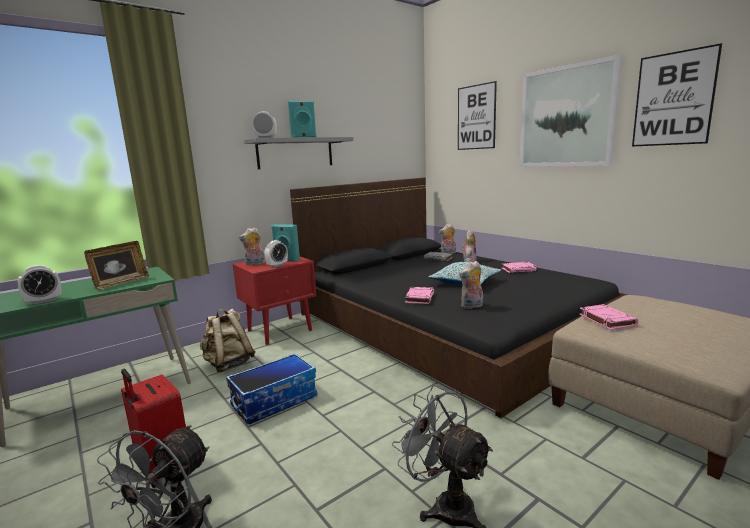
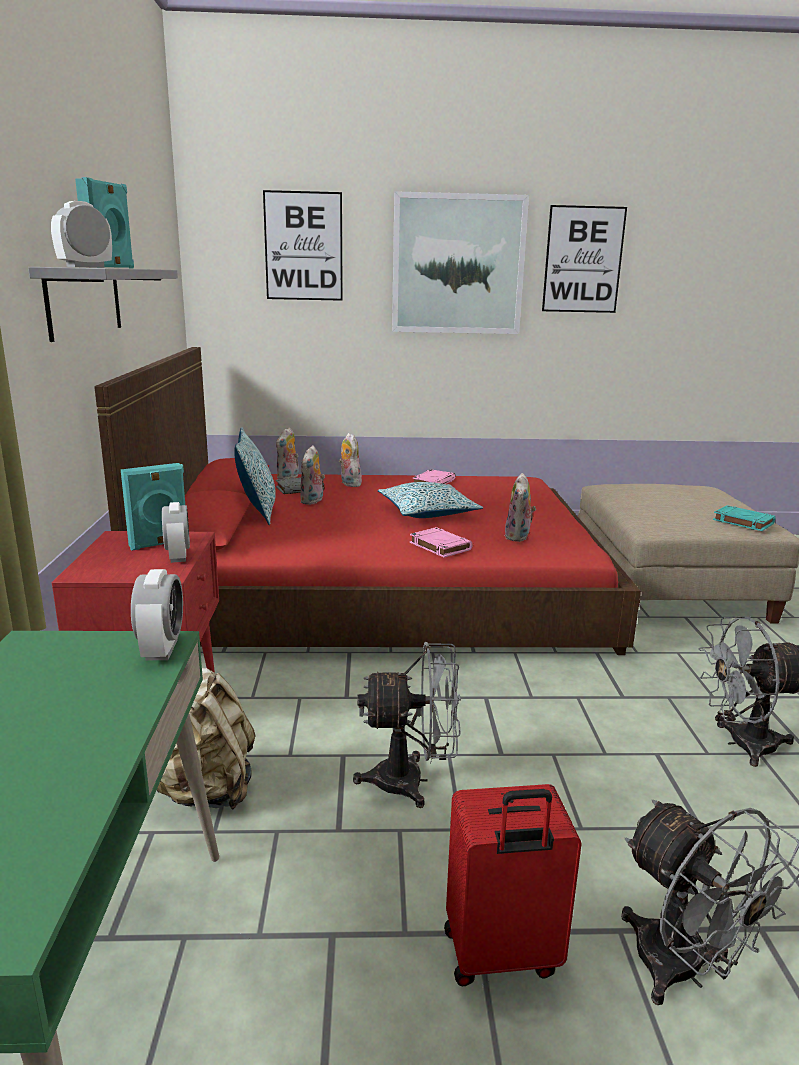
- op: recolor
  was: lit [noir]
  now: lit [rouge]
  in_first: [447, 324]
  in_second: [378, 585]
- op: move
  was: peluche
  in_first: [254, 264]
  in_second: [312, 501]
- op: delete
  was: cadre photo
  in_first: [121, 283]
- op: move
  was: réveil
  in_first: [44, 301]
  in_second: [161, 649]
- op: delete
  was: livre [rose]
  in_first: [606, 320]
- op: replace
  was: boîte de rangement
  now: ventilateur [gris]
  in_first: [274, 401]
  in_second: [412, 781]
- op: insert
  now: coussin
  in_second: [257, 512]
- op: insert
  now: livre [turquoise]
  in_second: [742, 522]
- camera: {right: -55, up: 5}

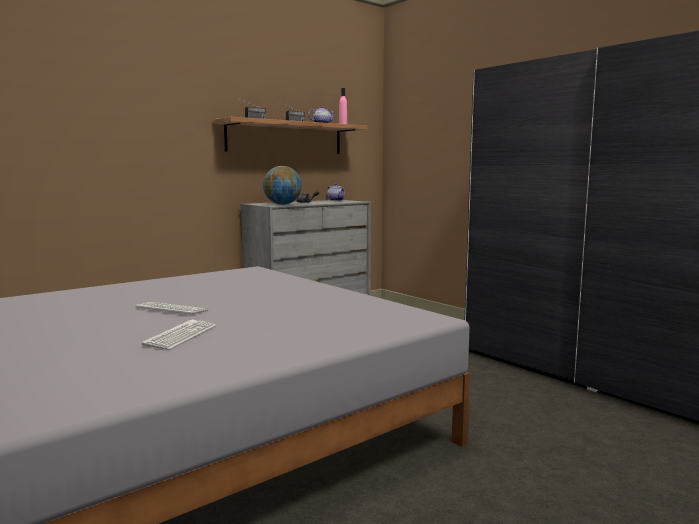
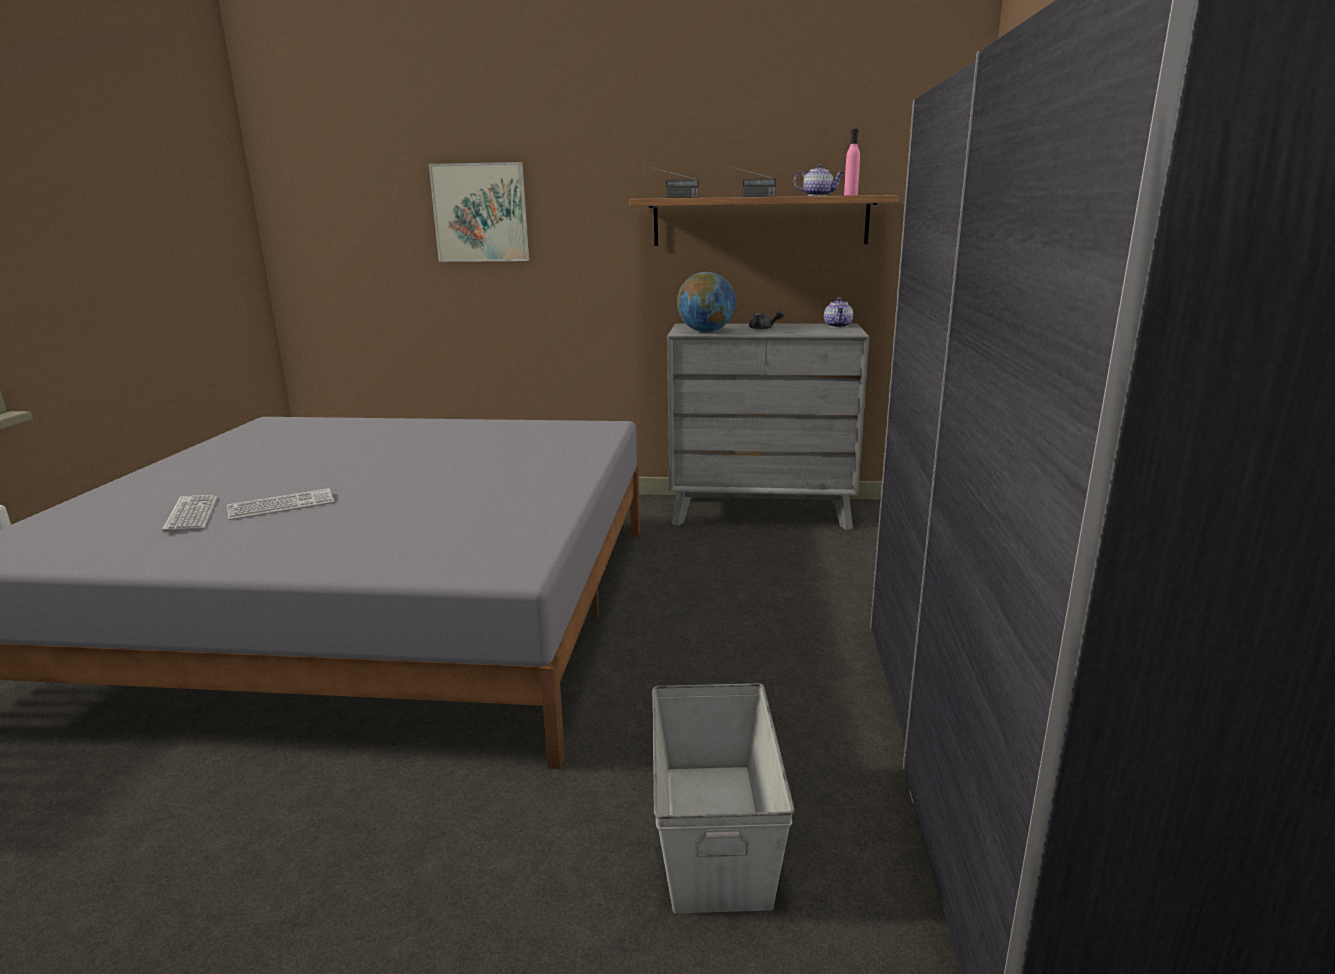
- op: move
  was: clavier
  in_first: [171, 309]
  in_second: [192, 514]
- op: insert
  now: tableau
  in_second: [480, 213]
- op: insert
  now: boîte de rangement [gris]
  in_second: [715, 831]
- camera: {right: 45, up: 10}

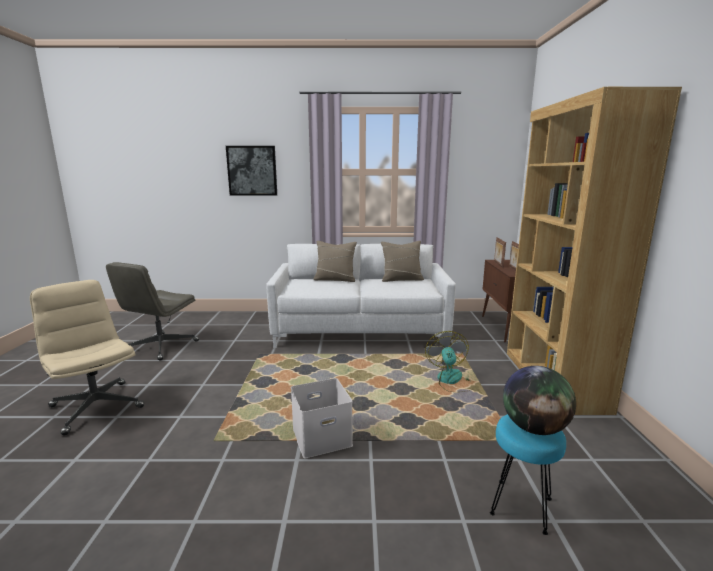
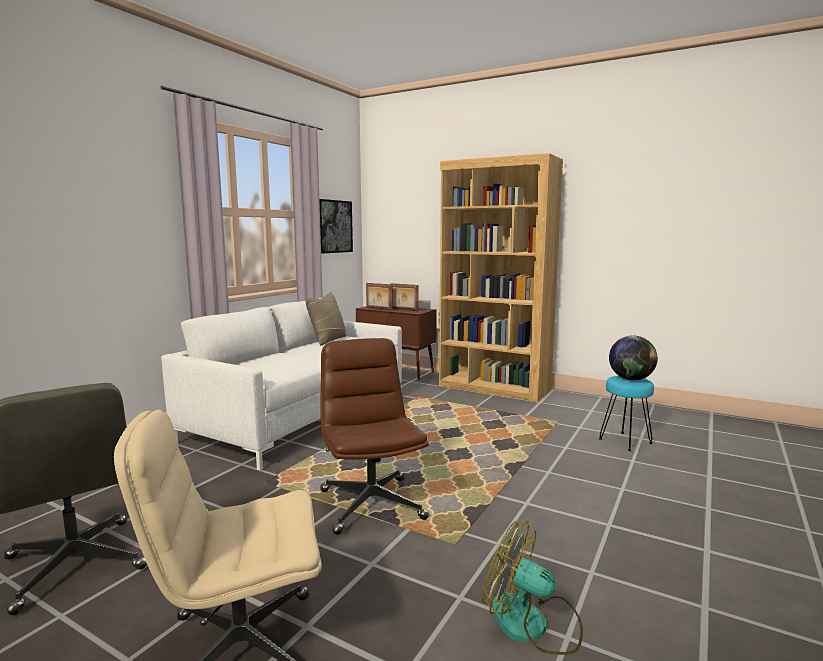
- op: move
  was: tableau
  in_first: [252, 170]
  in_second: [334, 226]
- op: delete
  was: coussin [beige]
  in_first: [335, 279]
- op: move
  was: ventilateur
  in_first: [452, 381]
  in_second: [532, 624]
- op: delete
  was: boîte de rangement [blanc]
  in_first: [321, 438]
- op: insert
  now: chaise de bureau [marron]
  in_second: [371, 503]
- camera: {right: -60, up: -5}

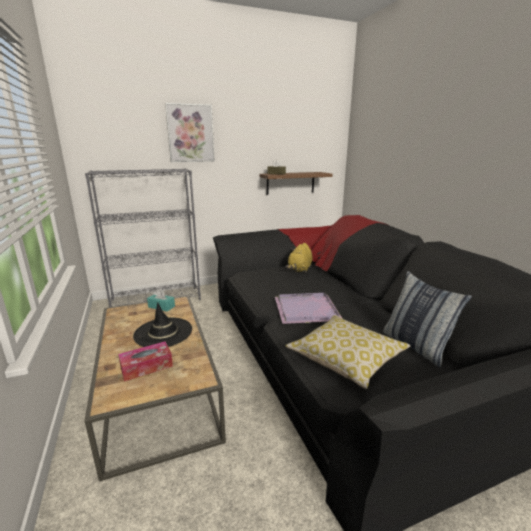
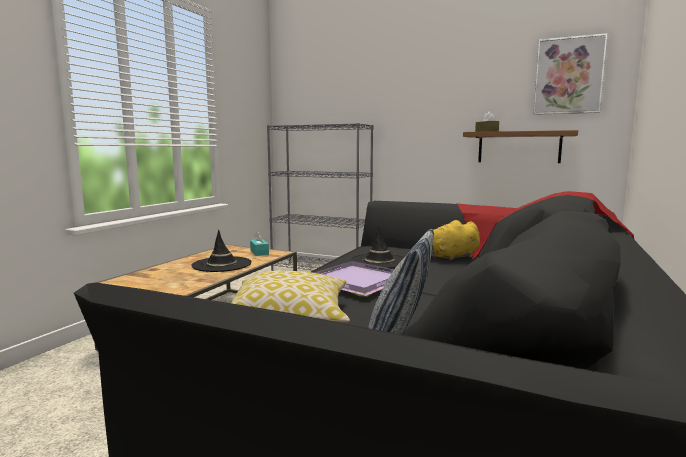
- op: move
  was: tableau
  in_first: [190, 133]
  in_second: [568, 76]
- op: delete
  was: boîte à mouchoirs
  in_first: [146, 366]
- op: insert
  now: chapeau [noir]
  in_second: [379, 261]
- camera: {right: 45, up: -10}

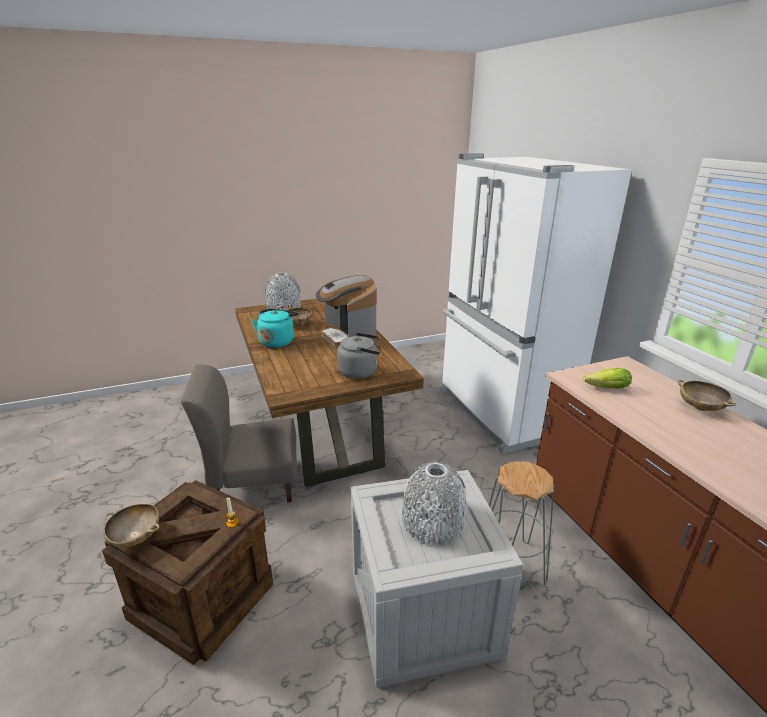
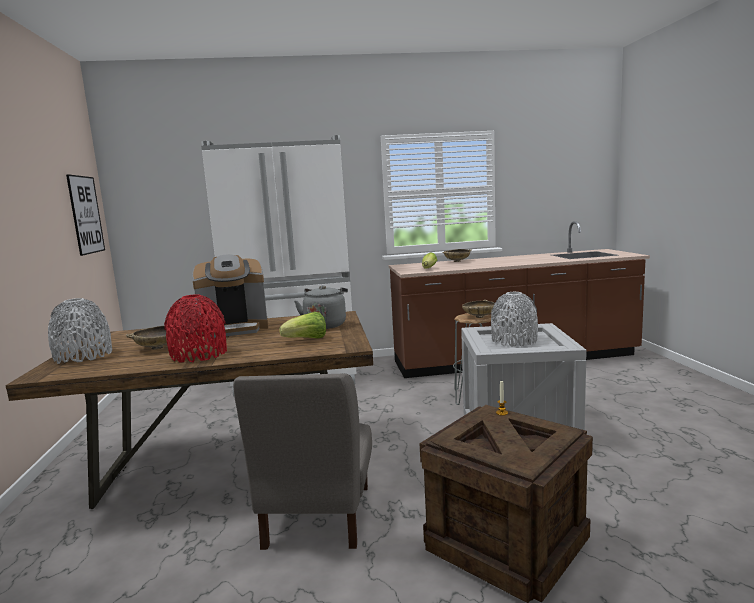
- op: replace
  was: bouilloire [turquoise]
  now: vase [rouge]
  in_first: [277, 341]
  in_second: [199, 354]
- op: move
  was: bol [beige]
  in_first: [136, 537]
  in_second: [479, 317]
- op: insert
  now: tableau
  in_second: [86, 215]
- op: insert
  now: laitue
  in_second: [307, 339]
- camera: {right: -75, up: -15}

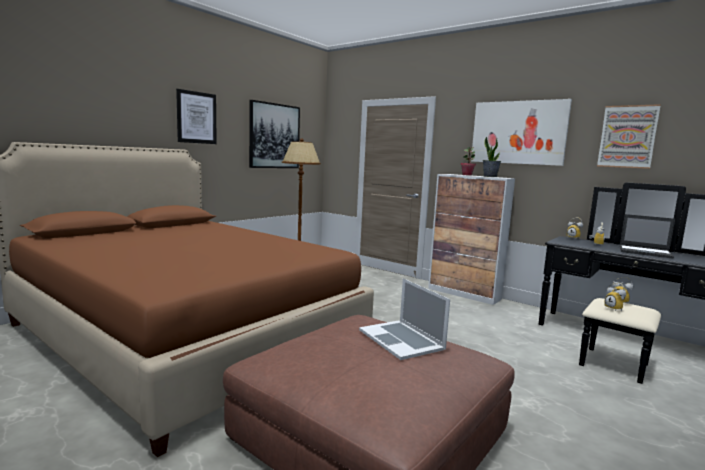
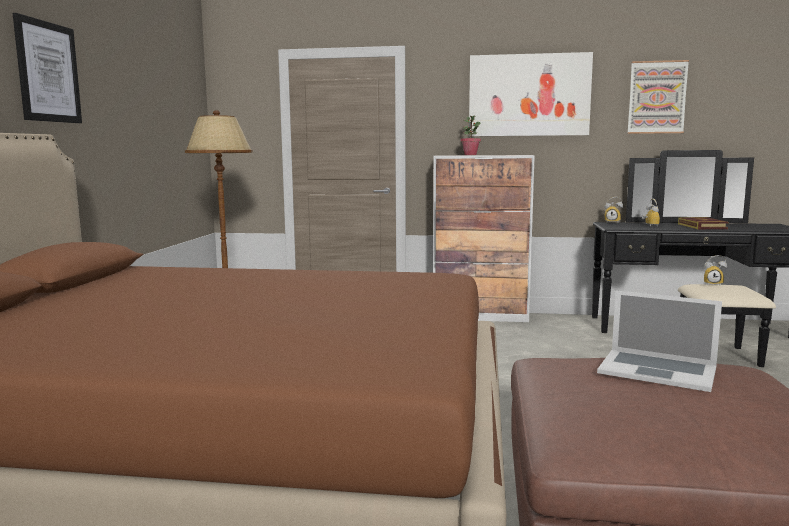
- op: delete
  was: tableau
  in_first: [274, 136]
- op: delete
  was: plante en pot
  in_first: [490, 176]
- op: replace
  was: ordinateur portable
  now: livre
  in_first: [645, 252]
  in_second: [702, 226]
- op: delete
  was: réveil
  in_first: [615, 309]
- camera: {right: -30, up: 0}

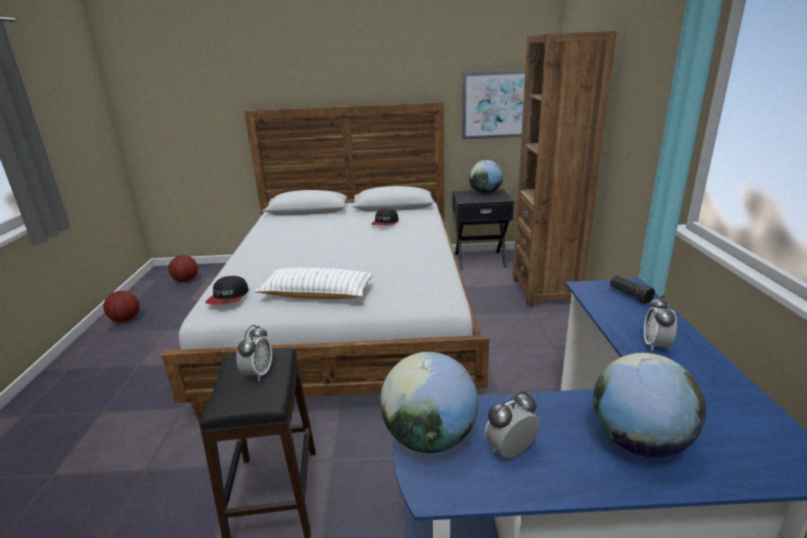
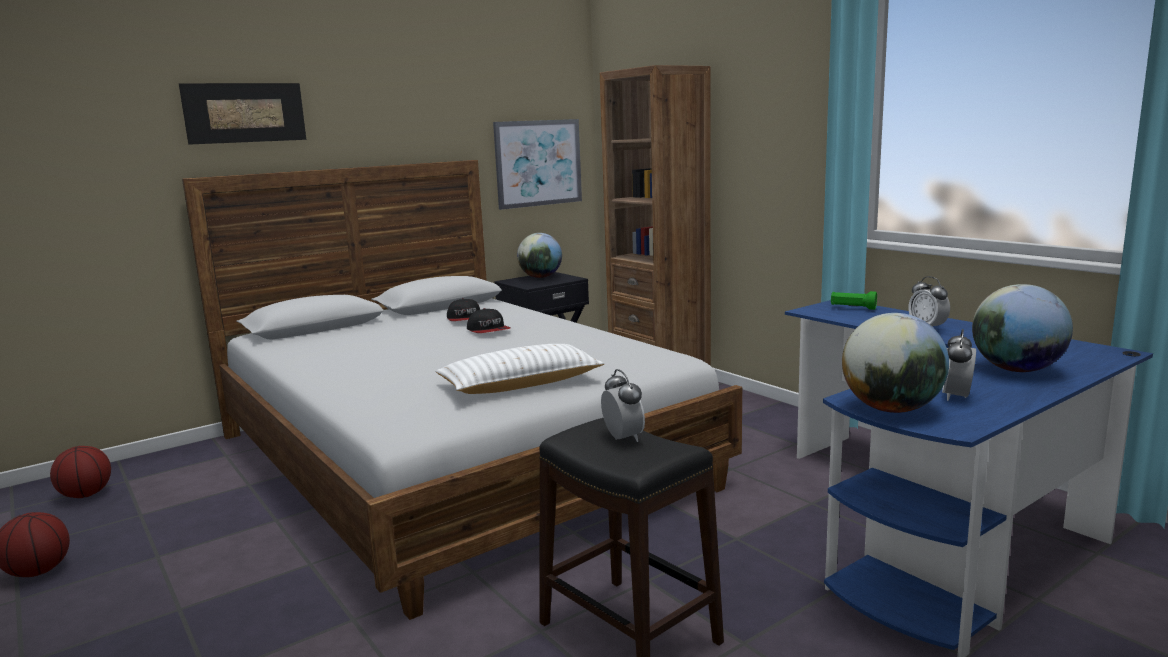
- op: recolor
  was: lampe de poche [noir]
  now: lampe de poche [vert]
  in_first: [629, 295]
  in_second: [852, 308]
- op: move
  was: casquette
  in_first: [229, 297]
  in_second: [489, 330]
- op: insert
  now: tableau
  in_second: [245, 113]
- camera: {right: -35, up: -10}

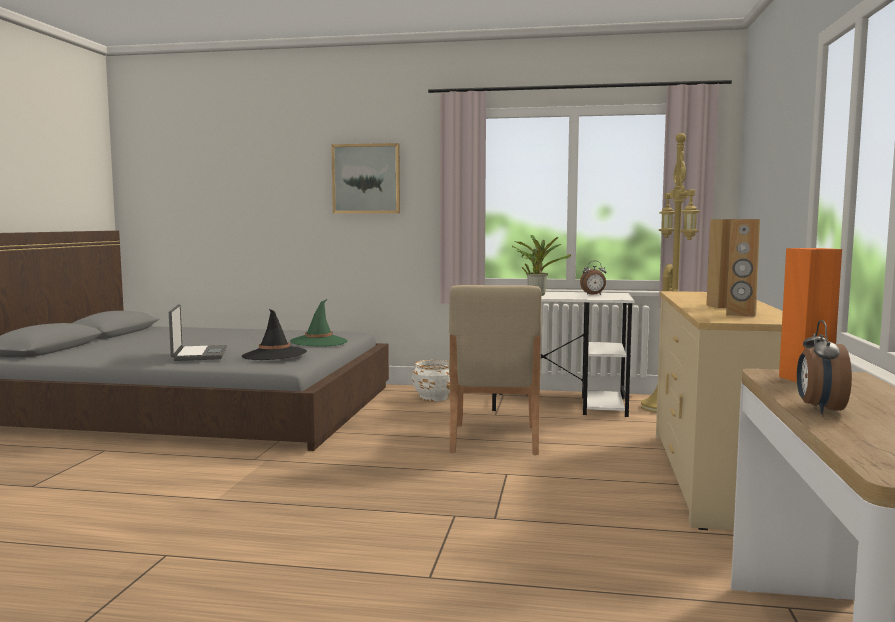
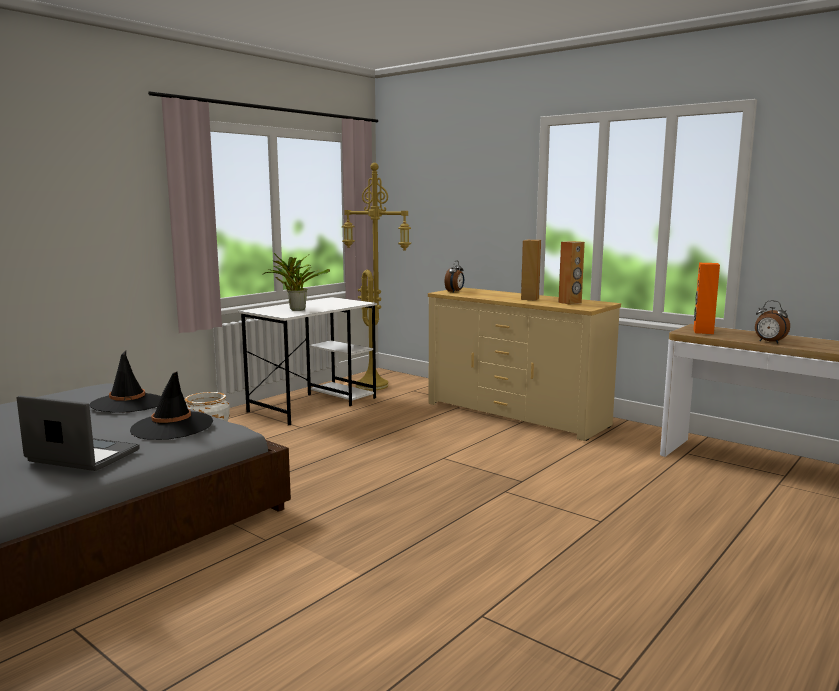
- op: delete
  was: tableau
  in_first: [366, 179]
- op: move
  was: réveil
  in_first: [593, 295]
  in_second: [455, 292]
- op: delete
  was: chaise [beige]
  in_first: [493, 439]
- op: recolor
  was: chapeau [vert]
  now: chapeau [noir]
  in_first: [319, 342]
  in_second: [128, 404]
- camera: {right: -60, up: 5}

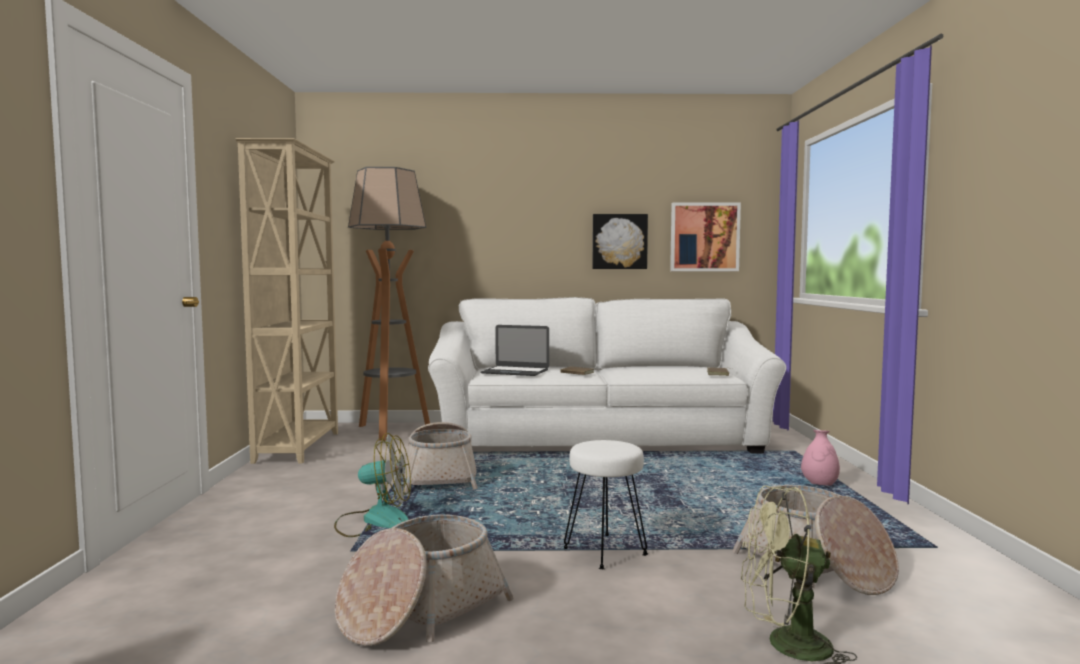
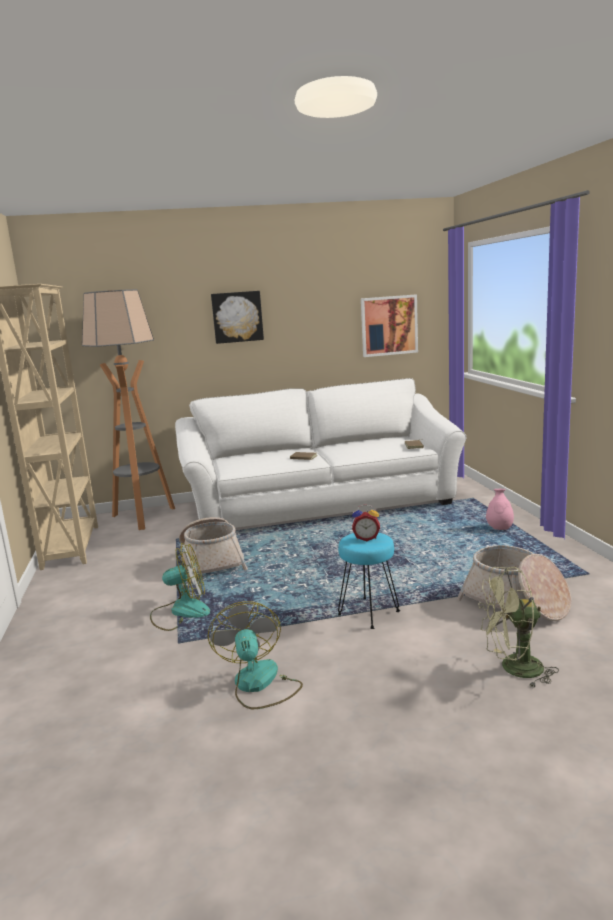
- op: move
  was: tableau
  in_first: [619, 241]
  in_second: [237, 317]
- op: delete
  was: ordinateur portable
  in_first: [515, 371]
- op: recolor
  was: tabouret [blanc]
  now: tabouret [turquoise]
  in_first: [606, 552]
  in_second: [369, 613]
- op: replace
  was: panier
  now: ventilateur
  in_first: [420, 610]
  in_second: [258, 684]
- op: insert
  now: réveil
  in_second: [366, 538]
- camera: {right: -10, up: 10}

